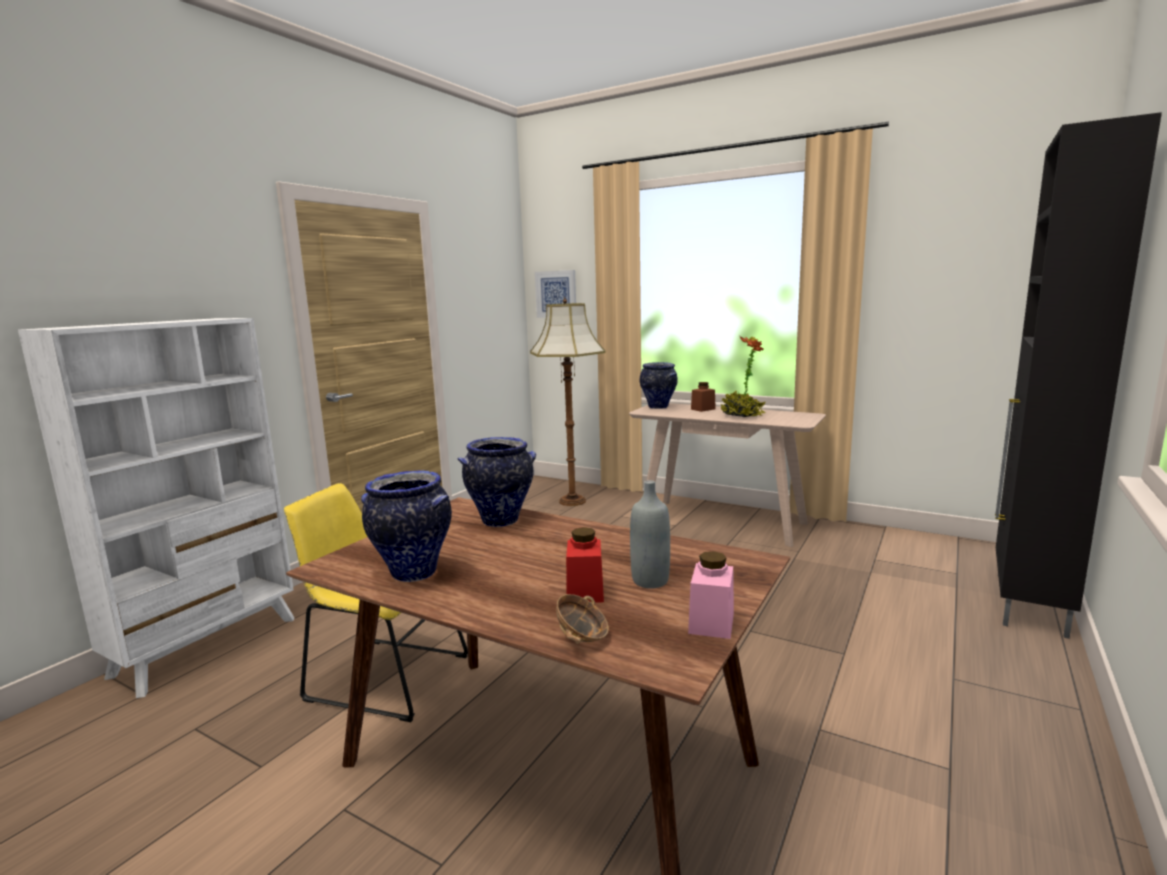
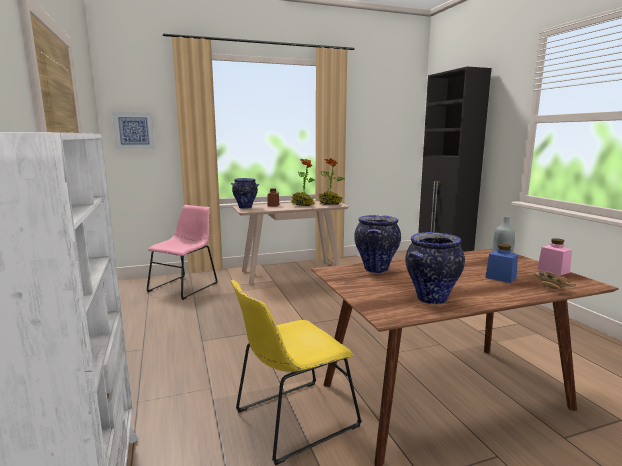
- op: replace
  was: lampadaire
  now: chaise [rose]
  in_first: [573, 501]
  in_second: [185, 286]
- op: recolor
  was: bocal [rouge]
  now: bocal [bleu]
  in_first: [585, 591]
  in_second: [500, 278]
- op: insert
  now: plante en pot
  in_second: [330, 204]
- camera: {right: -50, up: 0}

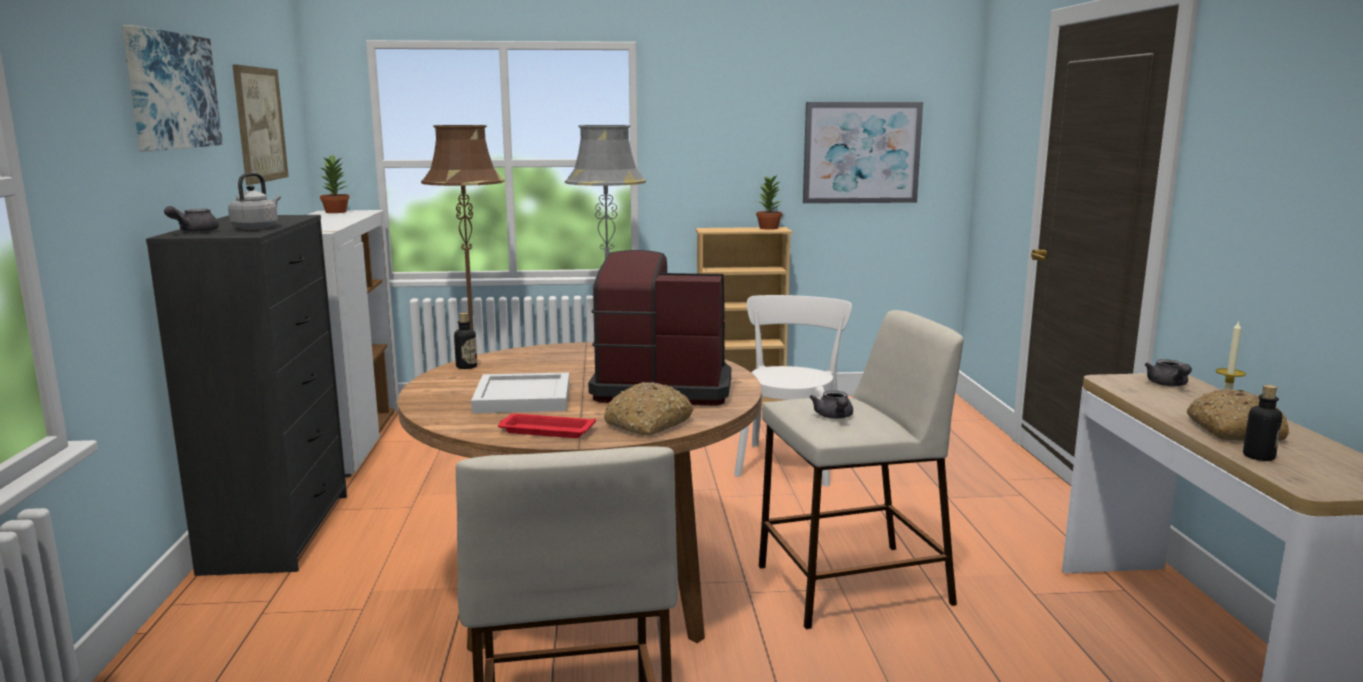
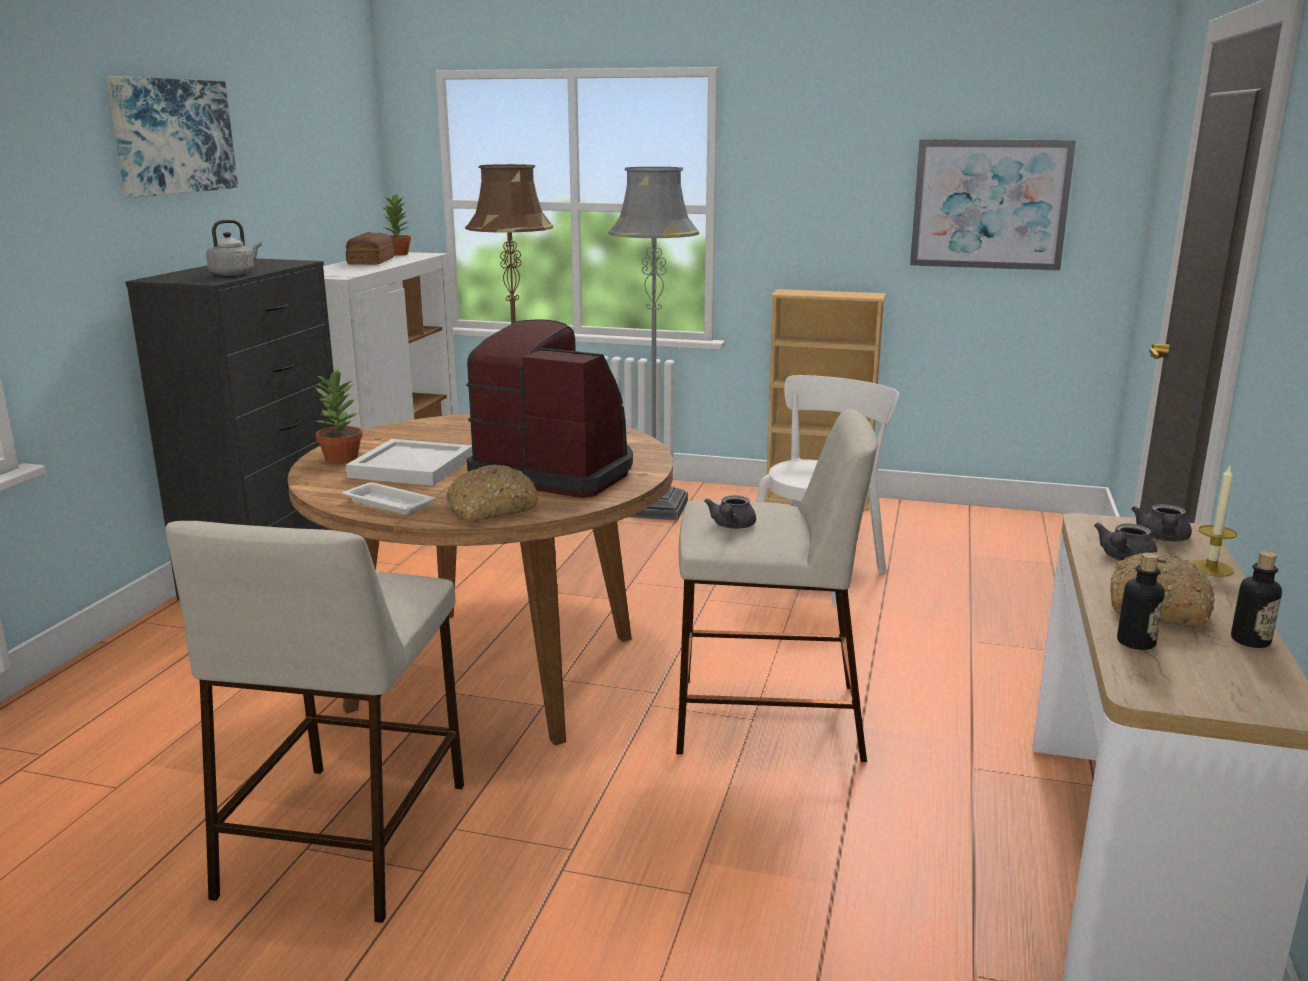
- op: delete
  was: tableau
  in_first: [260, 124]
- op: move
  was: plante en pot
  in_first: [768, 228]
  in_second: [340, 458]
- op: move
  was: théière [gris]
  in_first: [193, 232]
  in_second: [1124, 559]
- op: move
  was: bouteille
  in_first: [466, 366]
  in_second: [1250, 641]
- op: recolor
  was: plateau [rouge]
  now: plateau [blanc]
  in_first: [545, 431]
  in_second: [387, 503]
- op: insert
  now: pain
  in_second: [369, 261]
- camera: {right: 20, up: 5}

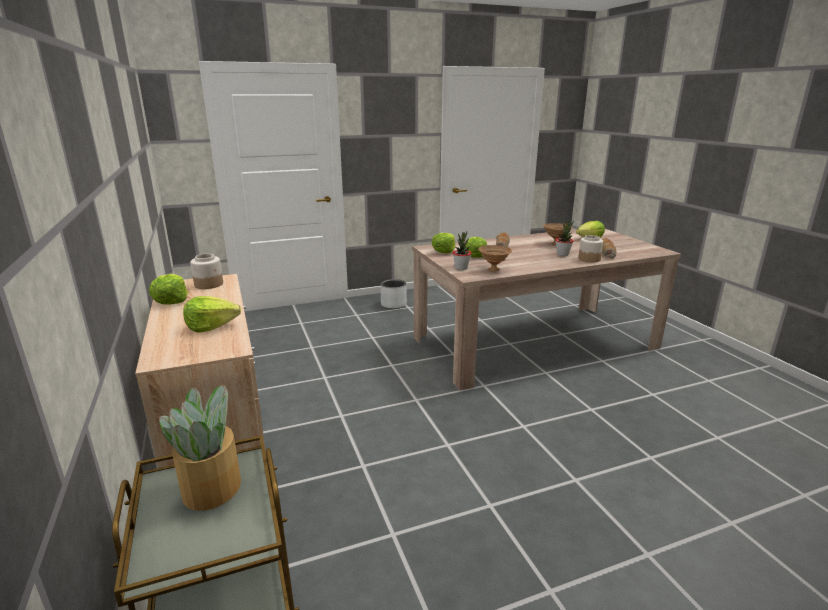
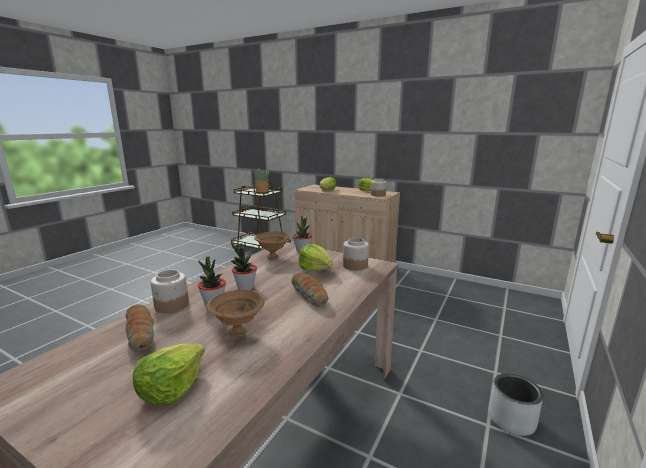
- op: replace
  was: laitue
  now: bocal
  in_first: [444, 251]
  in_second: [355, 265]
- op: insert
  now: plante en pot
  in_second: [245, 287]
- camera: {right: 140, up: -5}

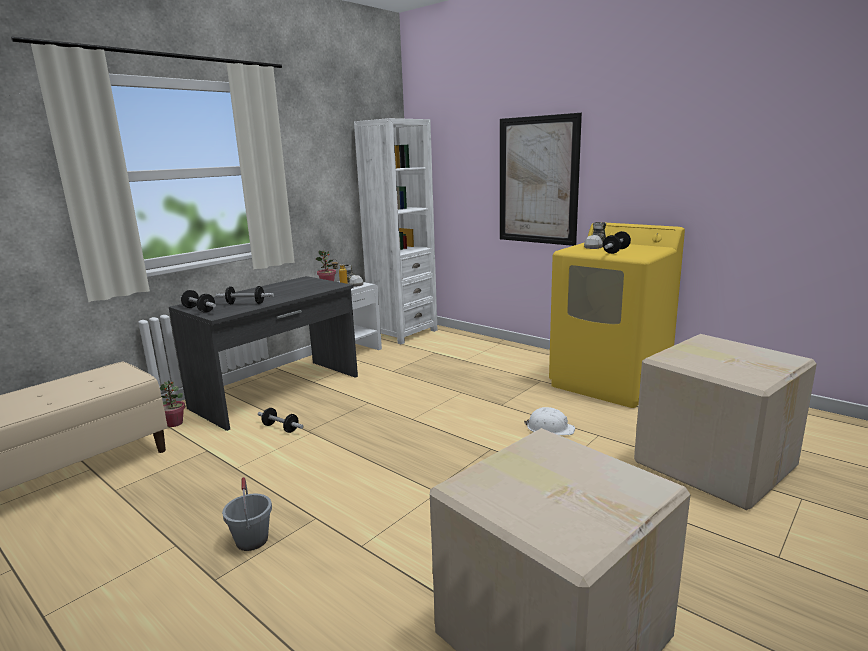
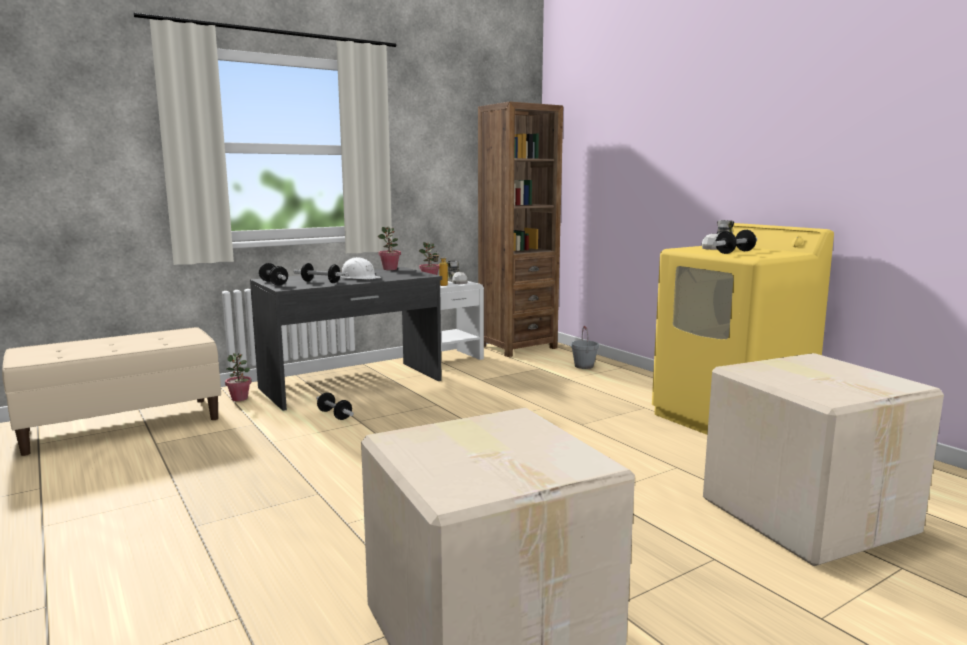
- op: delete
  was: tableau
  in_first: [537, 181]
- op: recolor
  was: bibliothèque [blanc]
  now: bibliothèque [marron]
  in_first: [403, 333]
  in_second: [517, 347]
- op: move
  was: casque de chantier [blanc]
  in_first: [549, 428]
  in_second: [359, 278]
- op: move
  was: seau [gris]
  in_first: [252, 540]
  in_second: [584, 366]
- op: insert
  now: plante en pot
  in_second: [390, 269]
- camera: {right: 15, up: -5}

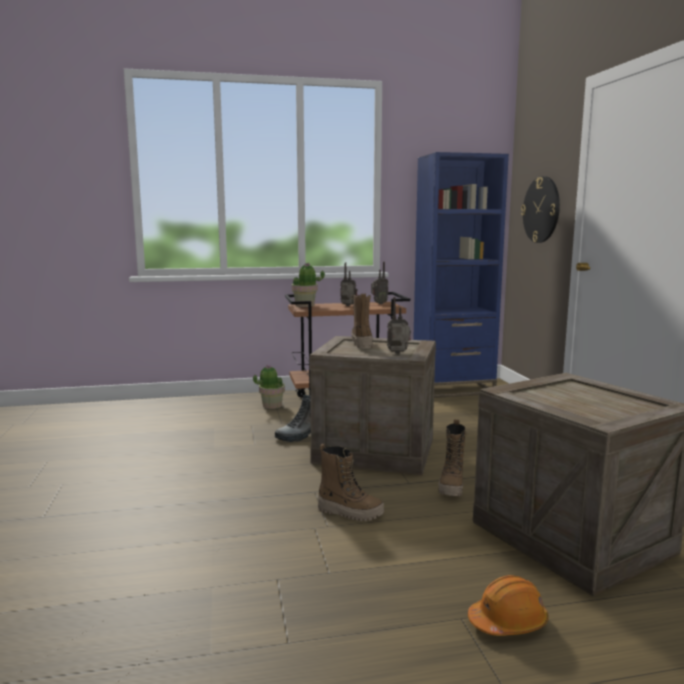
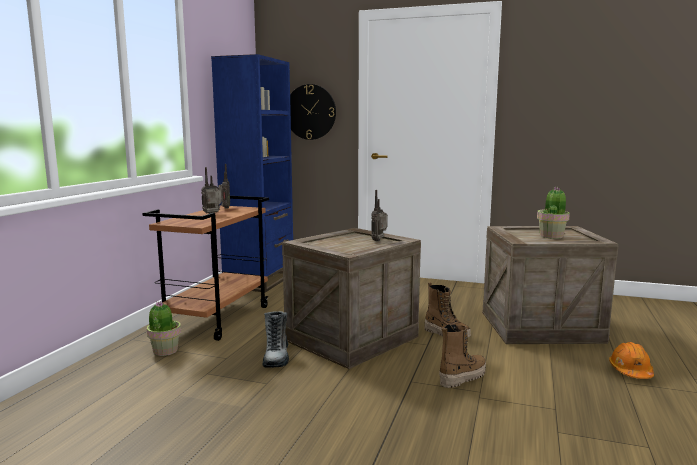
- op: move
  was: plante en pot
  in_first: [305, 305]
  in_second: [551, 236]
- op: delete
  was: botte
  in_first: [361, 343]
- camera: {right: -60, up: 0}

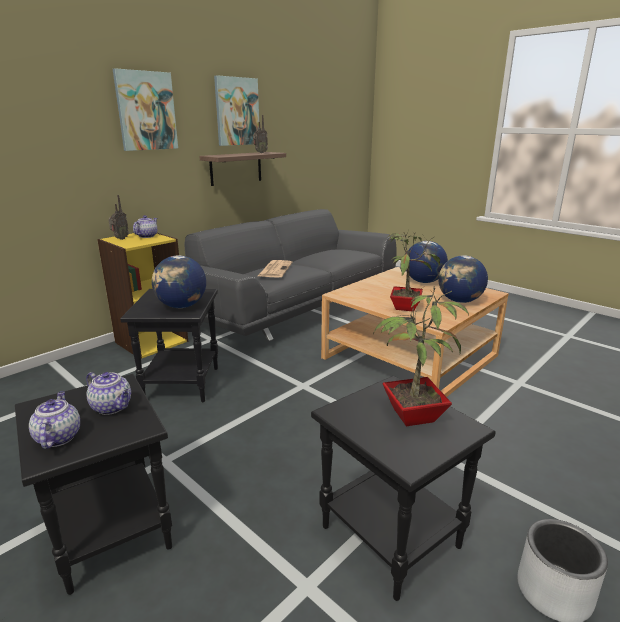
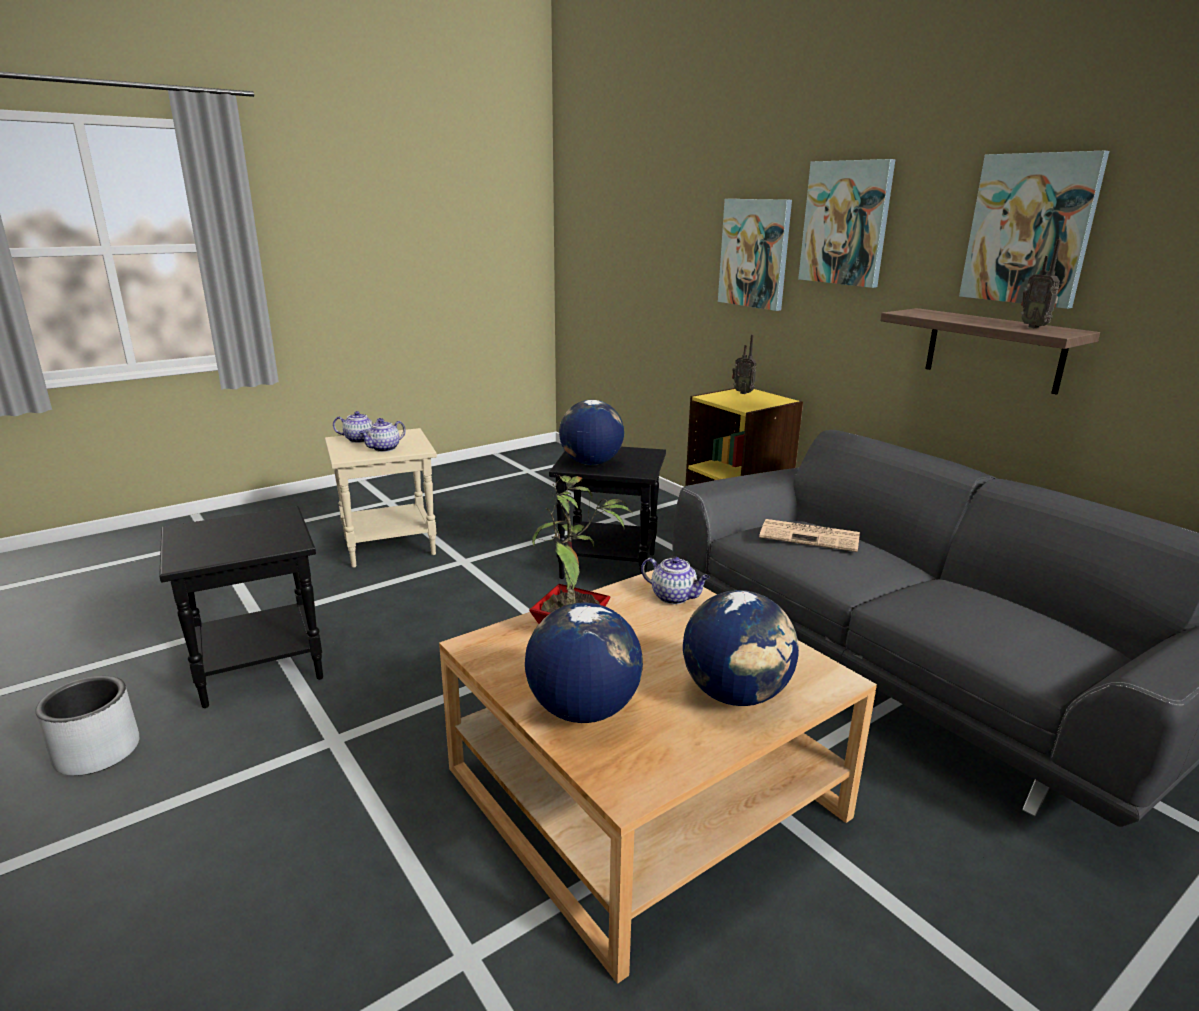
- op: move
  was: théière
  in_first: [147, 236]
  in_second: [674, 597]
- op: delete
  was: plante en pot
  in_first: [410, 416]
- op: recolor
  was: table d'appoint [noir]
  now: table d'appoint [beige]
  in_first: [109, 532]
  in_second: [390, 545]
- op: insert
  now: tableau
  in_second: [755, 253]
- camera: {right: 100, up: 0}

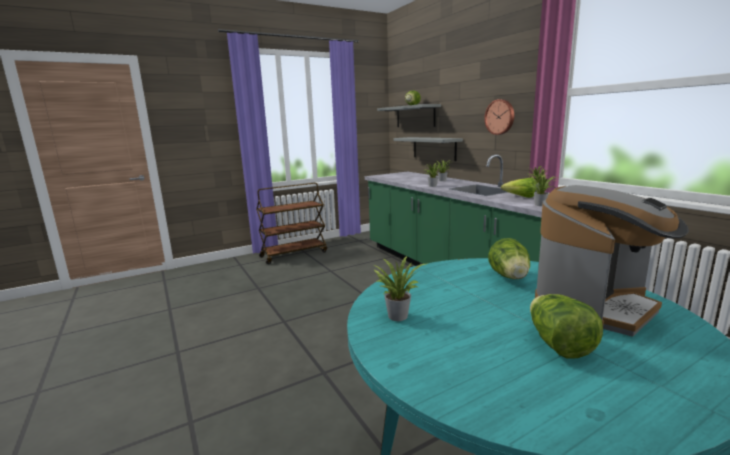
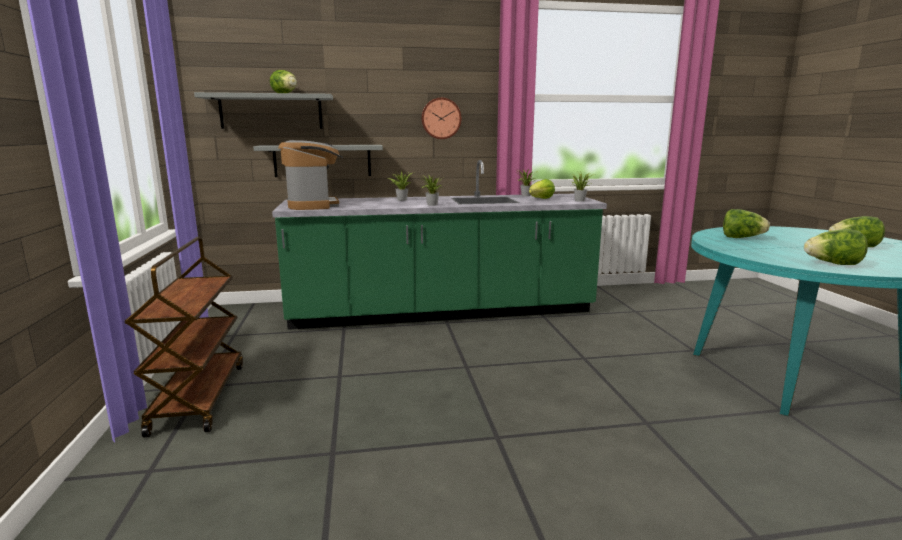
- op: move
  was: machine à café
  in_first: [595, 307]
  in_second: [313, 205]
- op: replace
  was: plante en pot
  now: laitue
  in_first: [397, 315]
  in_second: [833, 264]
- camera: {right: -70, up: 0}

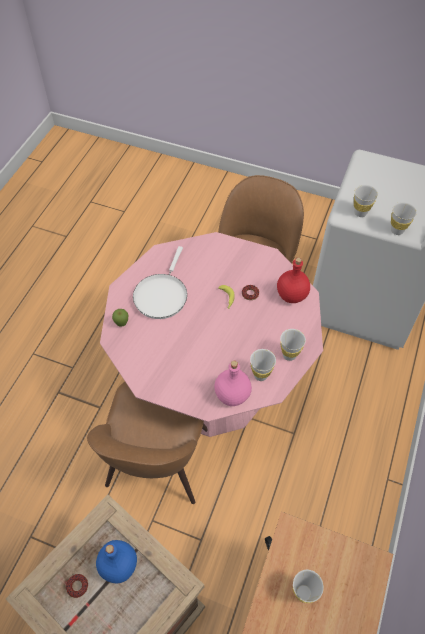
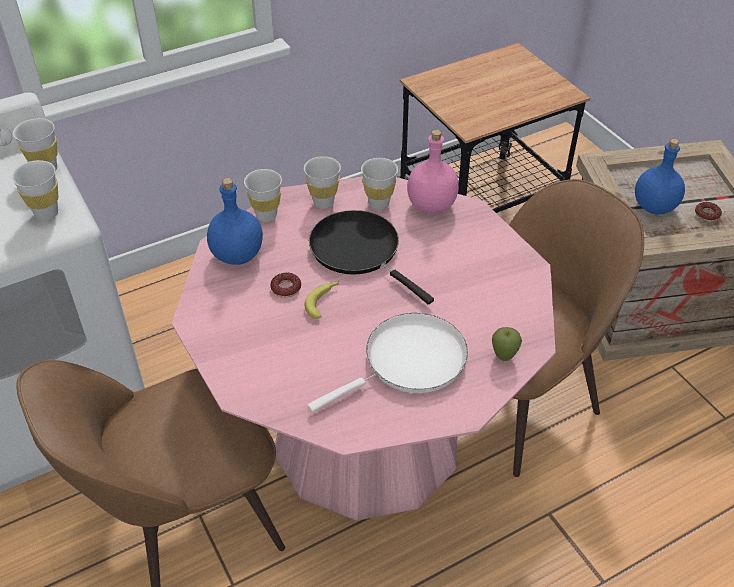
- op: recolor
  was: bouteille [rouge]
  now: bouteille [bleu]
  in_first: [291, 296]
  in_second: [238, 254]
- op: move
  was: tasse [blanc]
  in_first: [303, 593]
  in_second: [266, 215]
- op: insert
  now: poêle [noir]
  in_second: [359, 251]
- camera: {right: -140, up: -10}

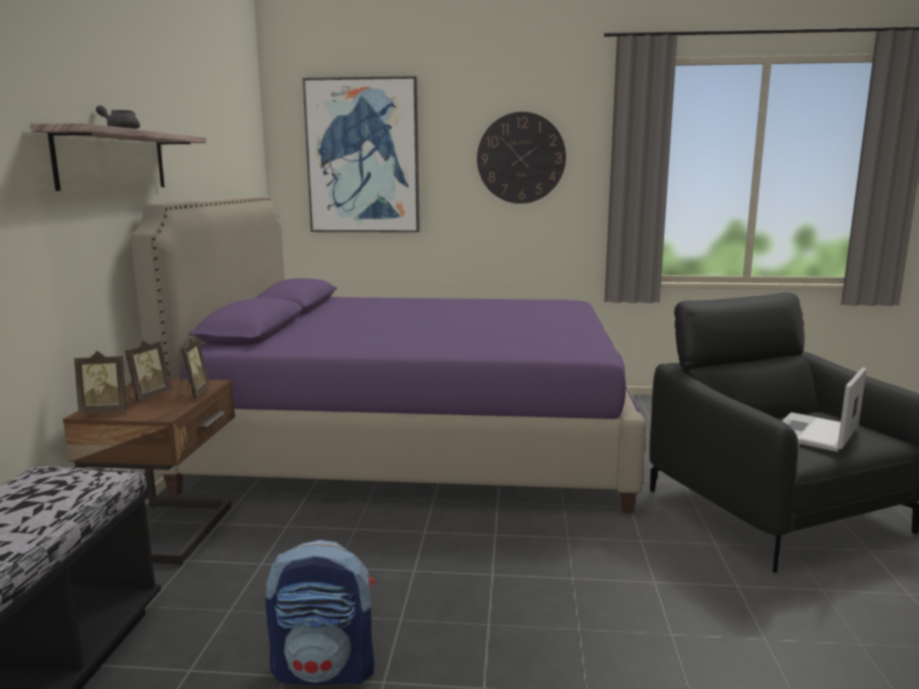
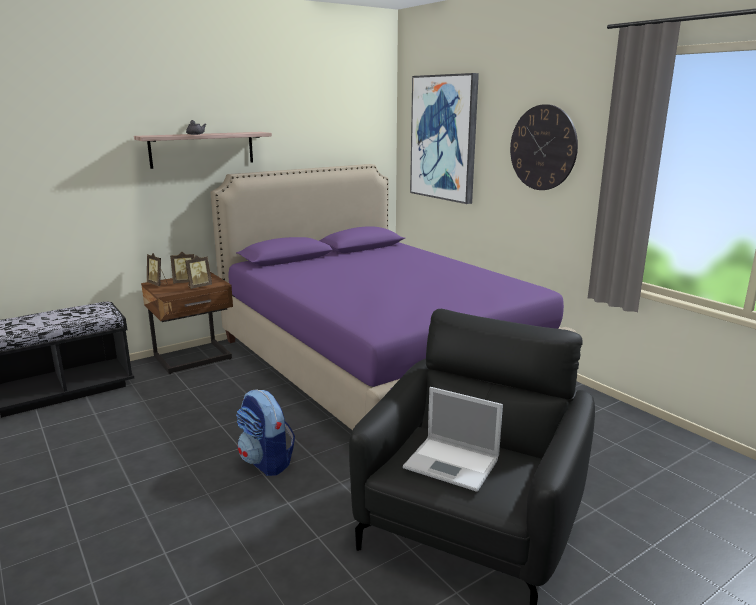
- op: rotate
  was: ordinateur portable
  in_first: [814, 433]
  in_second: [453, 464]
  clockwise: -150
- op: move
  was: sac à dos
  in_first: [326, 669]
  in_second: [266, 462]
- camera: {right: 50, up: 5}

